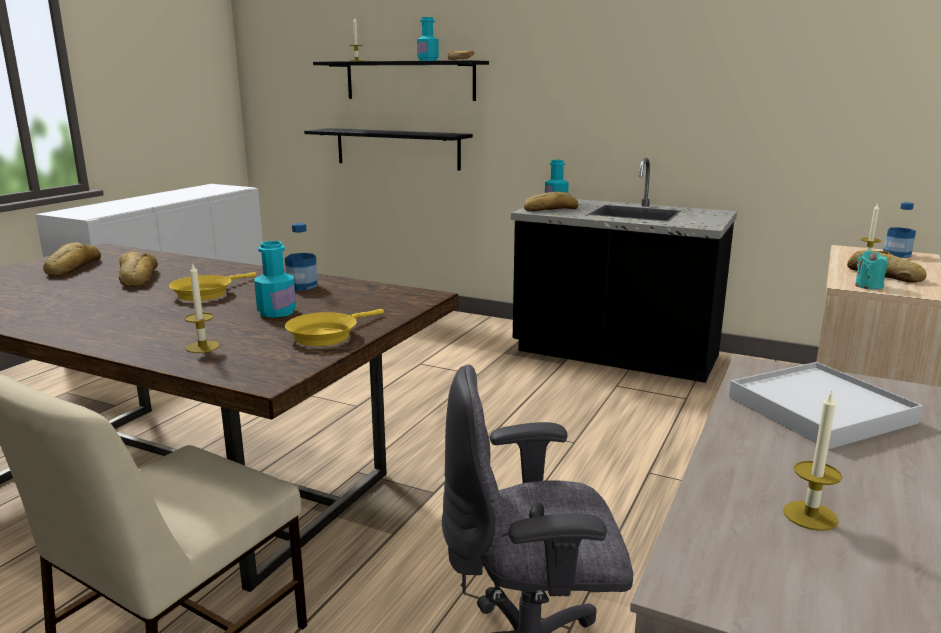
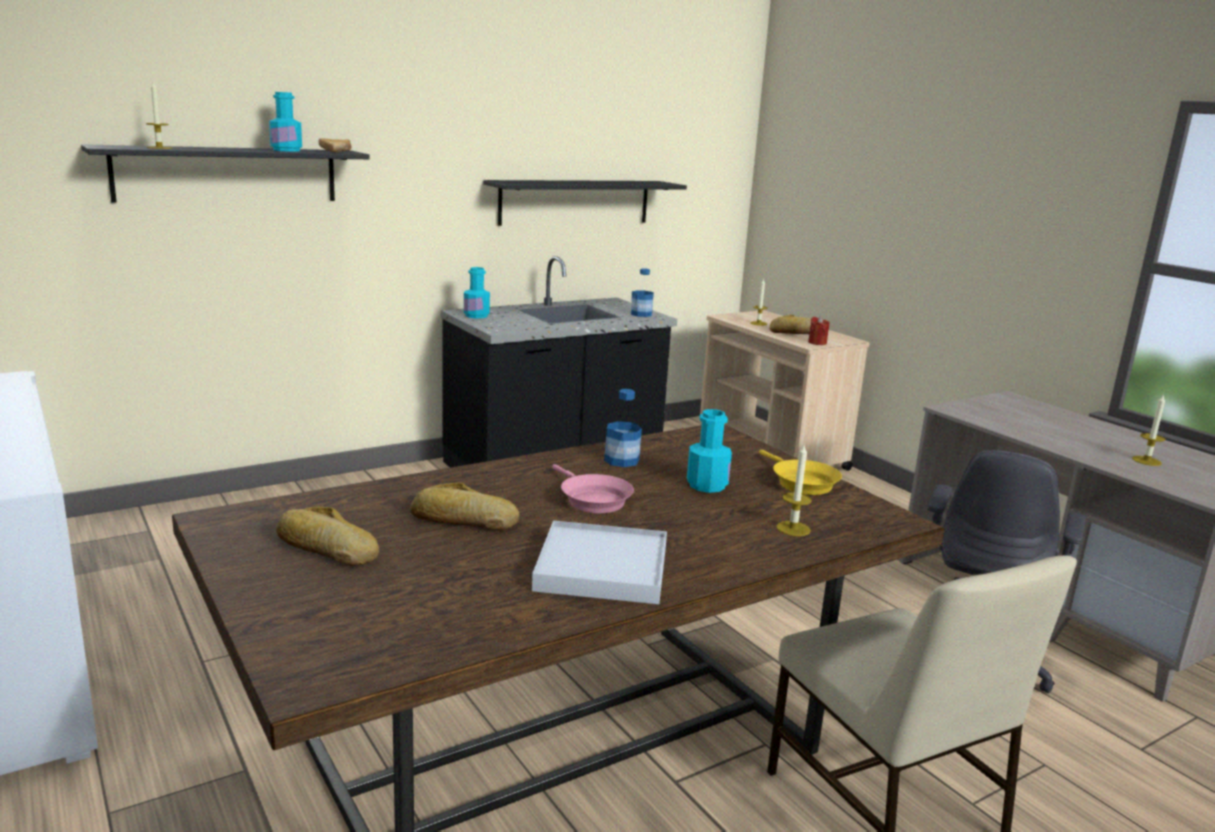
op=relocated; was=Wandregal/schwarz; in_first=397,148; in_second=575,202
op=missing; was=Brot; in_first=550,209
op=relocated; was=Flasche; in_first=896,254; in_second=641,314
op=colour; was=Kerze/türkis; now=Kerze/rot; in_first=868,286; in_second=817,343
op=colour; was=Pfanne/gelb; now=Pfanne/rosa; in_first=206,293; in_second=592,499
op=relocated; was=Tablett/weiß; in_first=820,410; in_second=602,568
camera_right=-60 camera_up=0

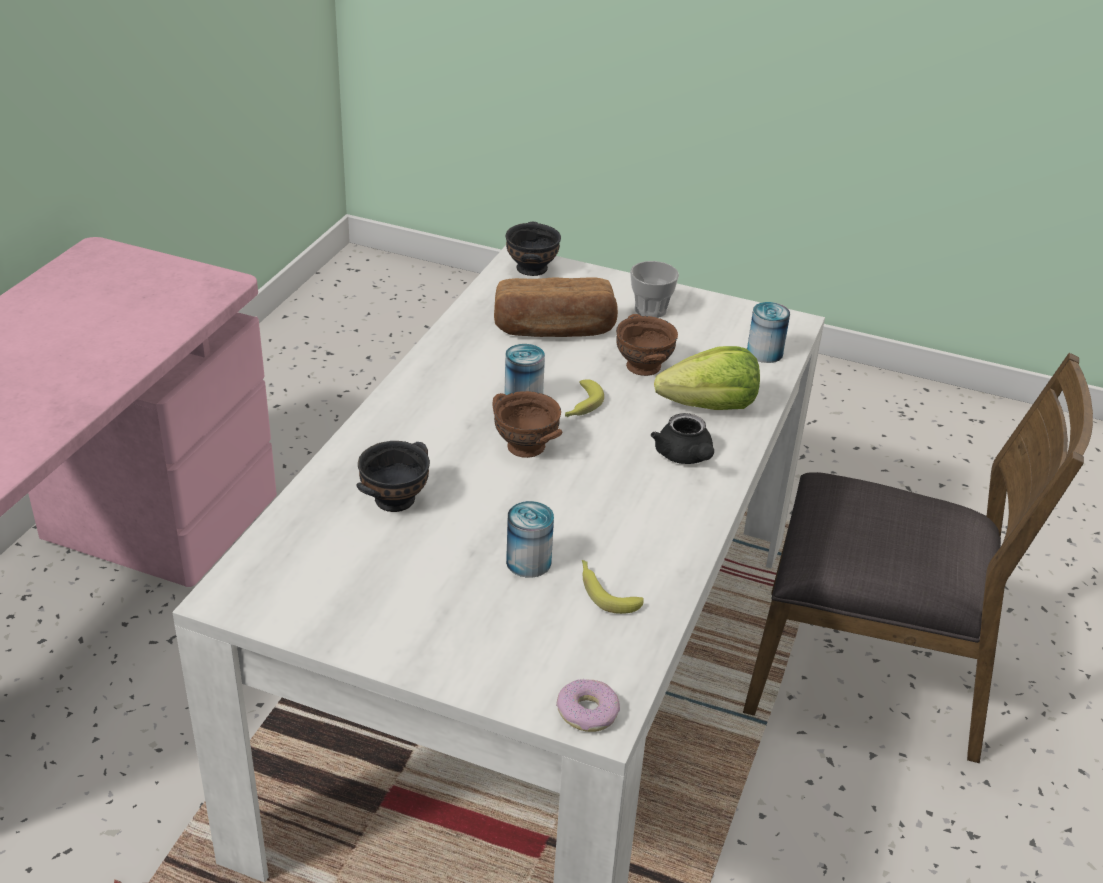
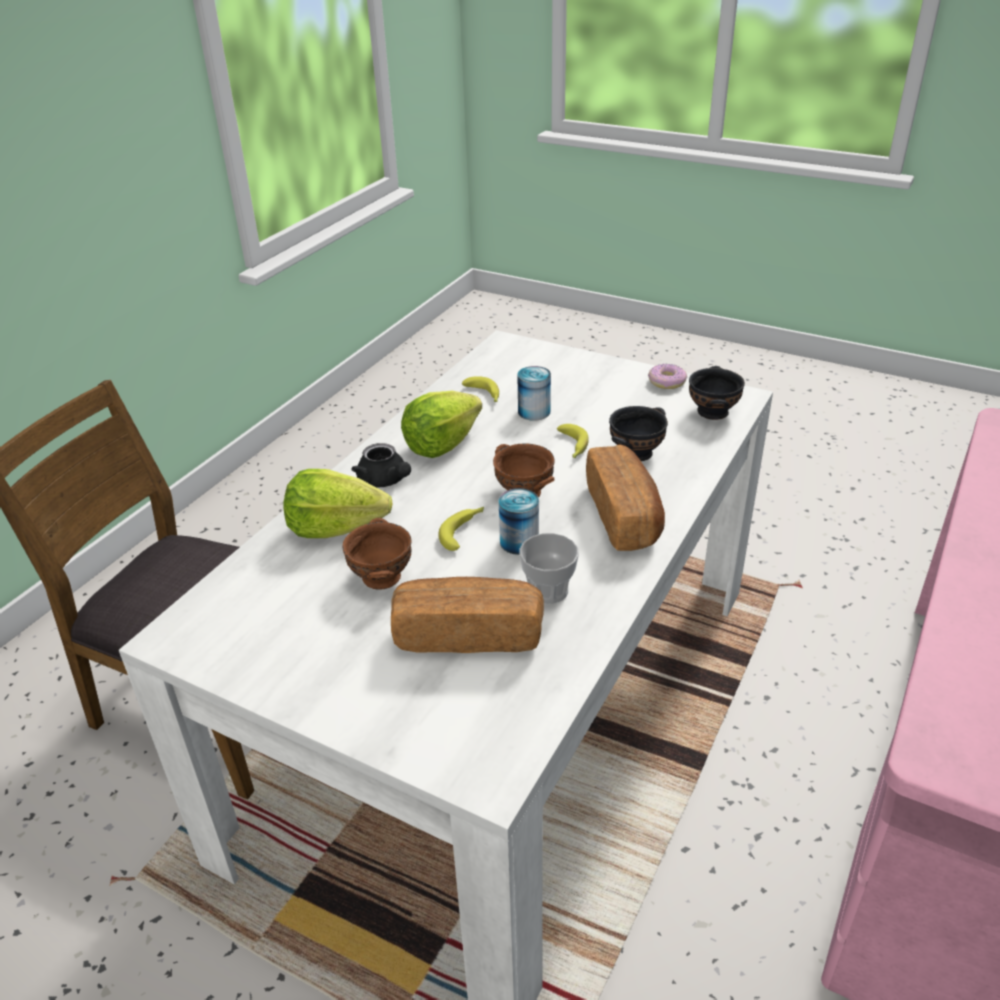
op=relocated; was=Schüssel/schwarz; in_first=531,269; in_second=713,411
op=relocated; was=Tasse; in_first=650,310; in_second=548,590
op=missing; was=Dose; in_first=764,353
op=spun; was=Teekanne/schwarz; in_first=685,457; in_second=385,481; clockwise=150
op=relocated; was=Donut; in_first=587,712; in_second=666,382
op=appeared; now=Salatkopf; in_second=441,444
op=appeared; now=Banane; in_second=572,447
op=appeared; now=Brot; in_second=624,515
camera_right=-170 camera_up=0

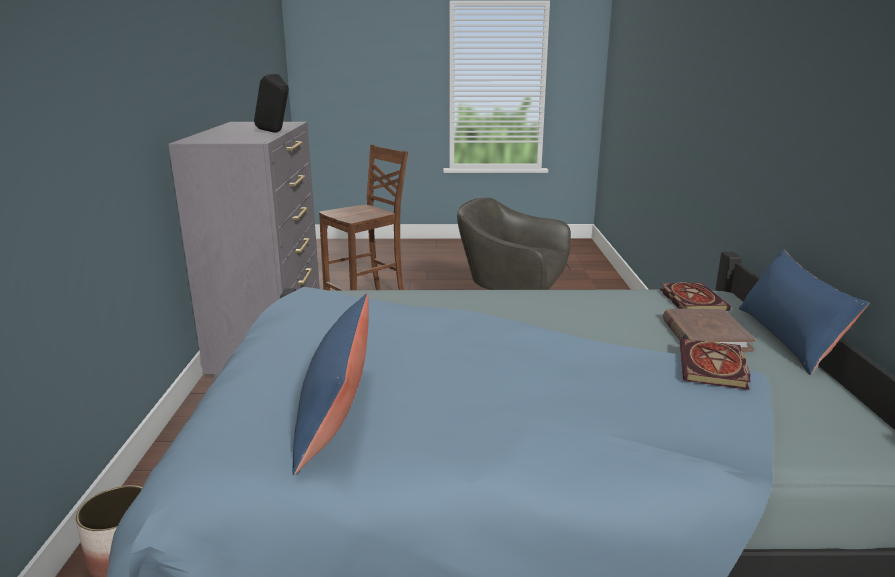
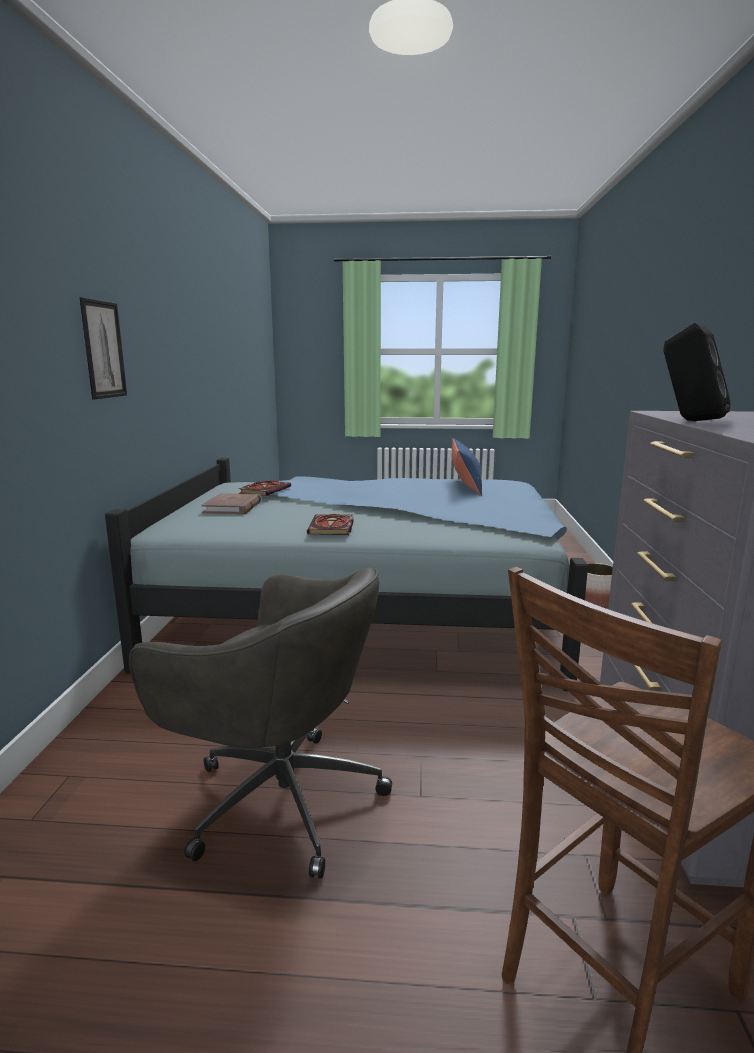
op=missing; was=Kissen/blau; in_first=788,338
op=relocated; was=Buch; in_first=690,299; in_second=332,528
op=appeared; now=Bild; in_second=103,349
camera_right=-175 camera_up=-5

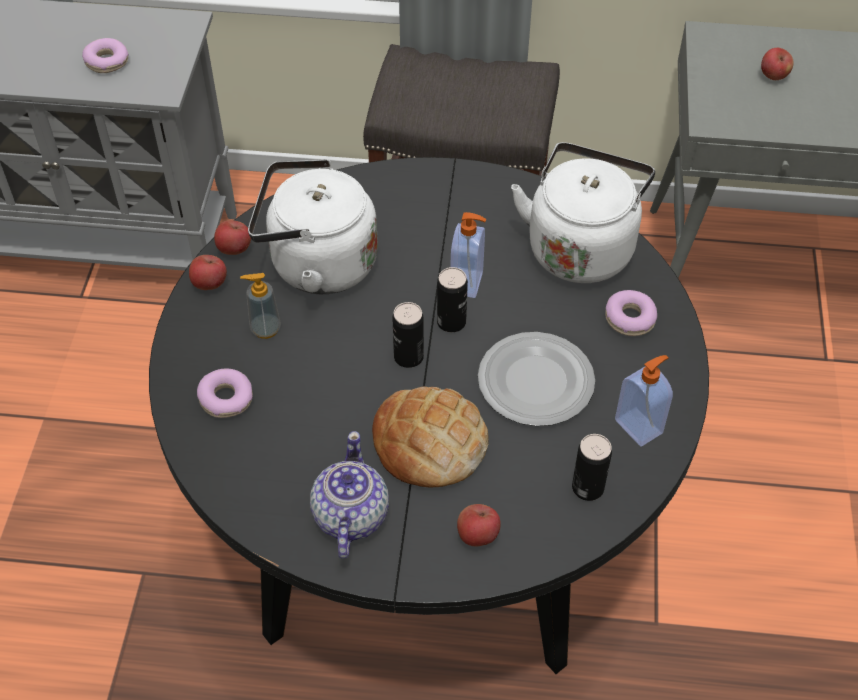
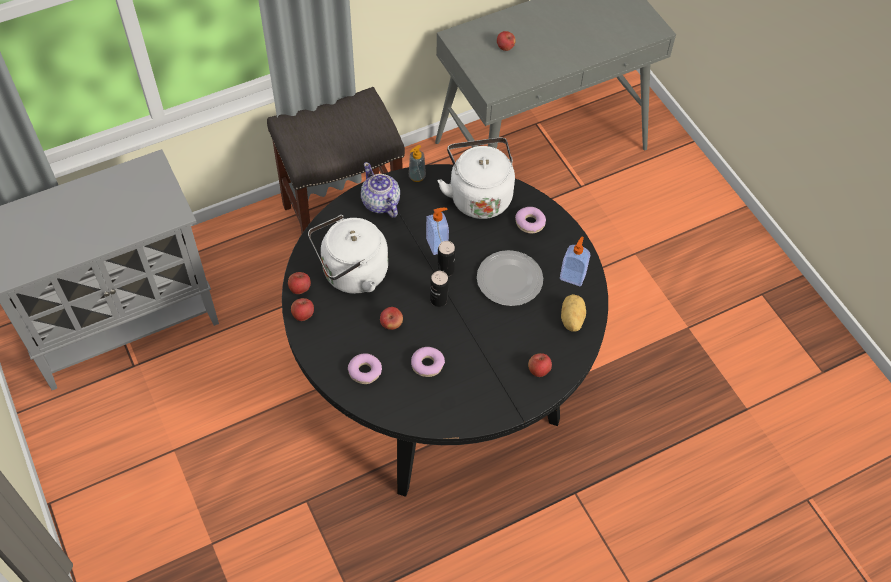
op=relocated; was=Donut; in_first=107,62; in_second=427,364
op=relocated; was=Seifenspender; in_first=265,329; in_second=417,176
op=missing; was=Brot; in_first=429,443
op=relocated; was=Teekanne; in_first=349,516; in_second=380,203
op=exchanged; was=Dose; now=Kartoffel; in_first=587,488; in_second=571,319
op=appeared; now=Apfel; in_second=391,324
camera_right=-35 camera_up=5

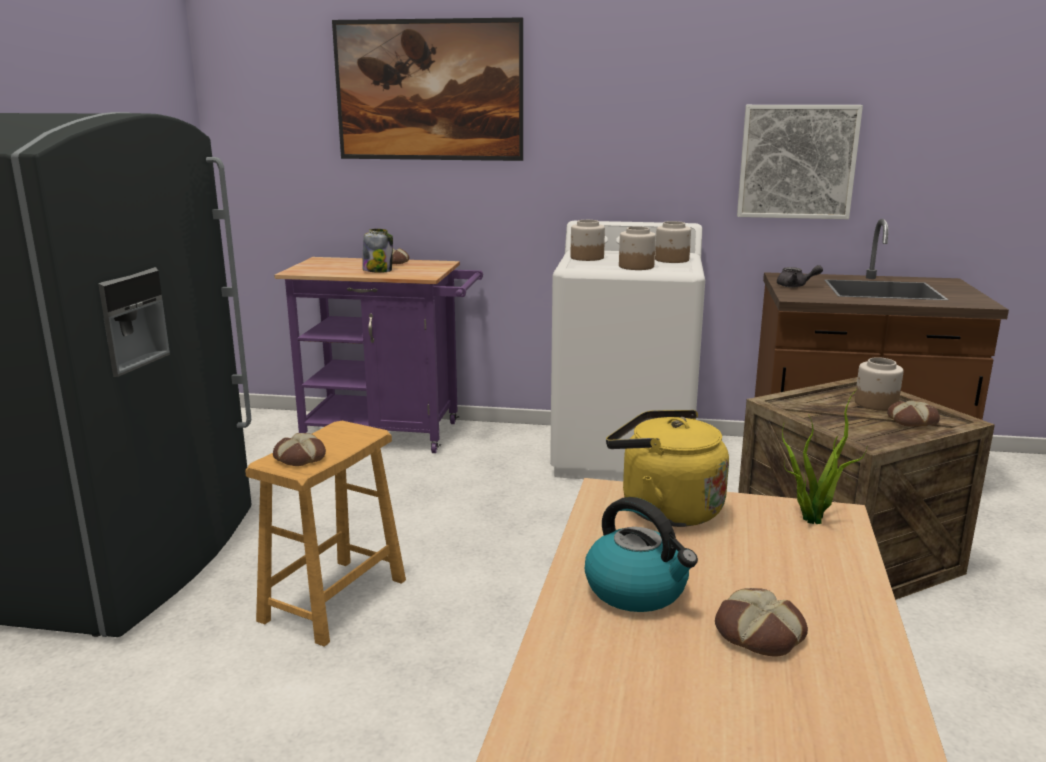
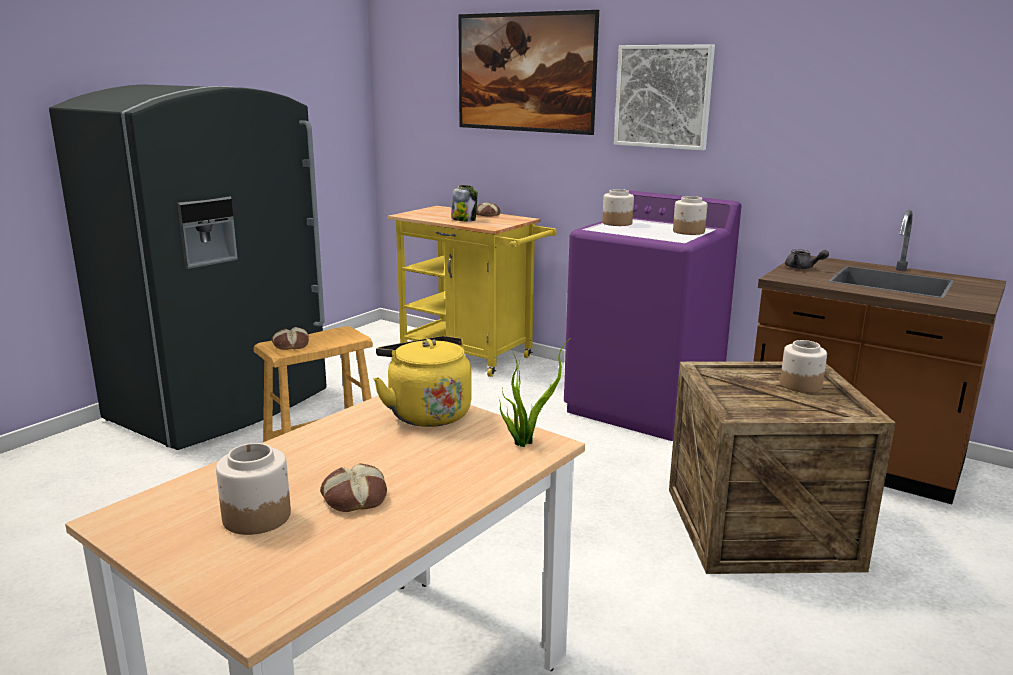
op=relocated; was=Bild; in_first=797,162; in_second=663,97
op=colour; was=Waschmaschine/weiß; now=Waschmaschine/lila; in_first=624,454; in_second=644,406
op=relocated; was=Vorratsglas; in_first=635,266; in_second=256,516
op=colour; was=Rollwagen/lila; now=Rollwagen/gelb; in_first=391,433; in_second=472,356
op=missing; was=Brot; in_first=912,420
op=missing; was=Wasserkessel; in_first=637,590
camera_right=25 camera_up=0

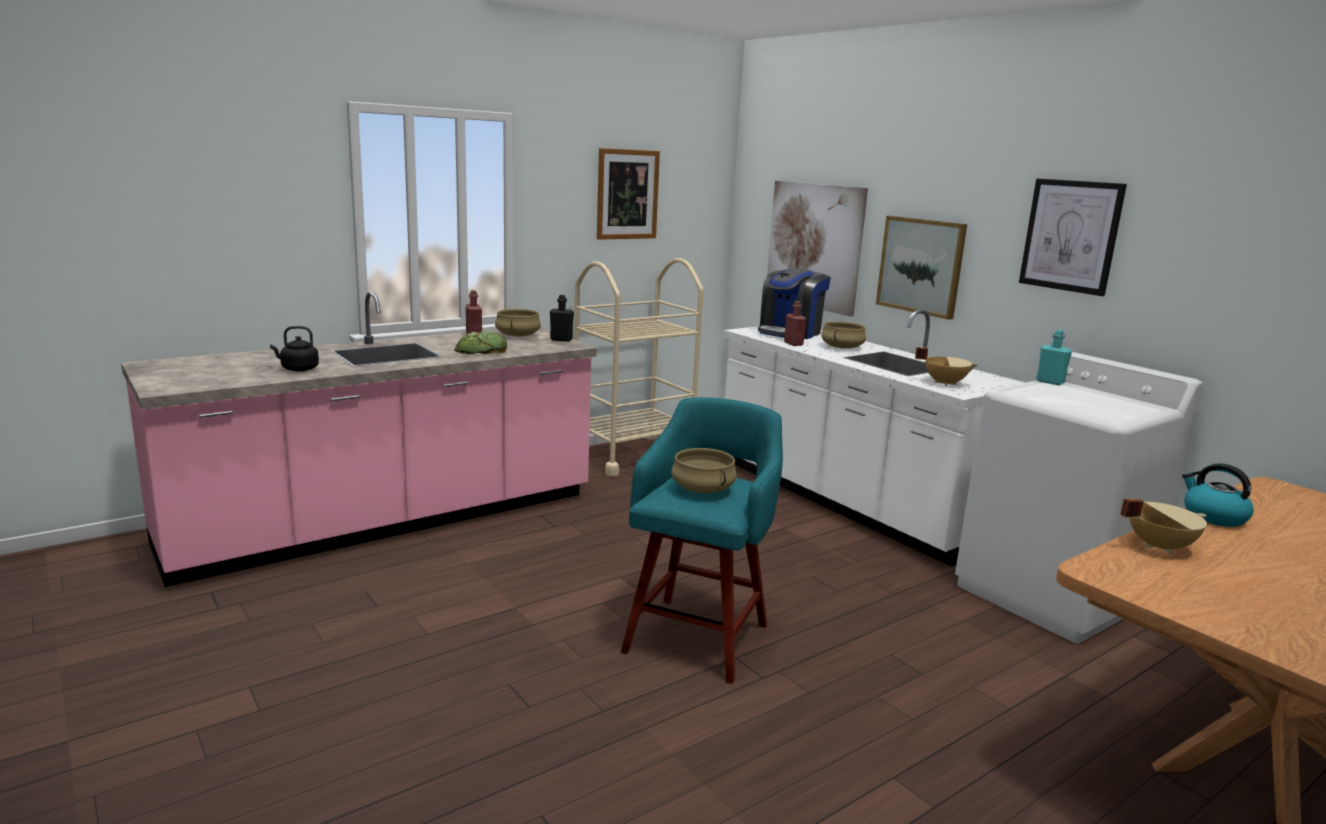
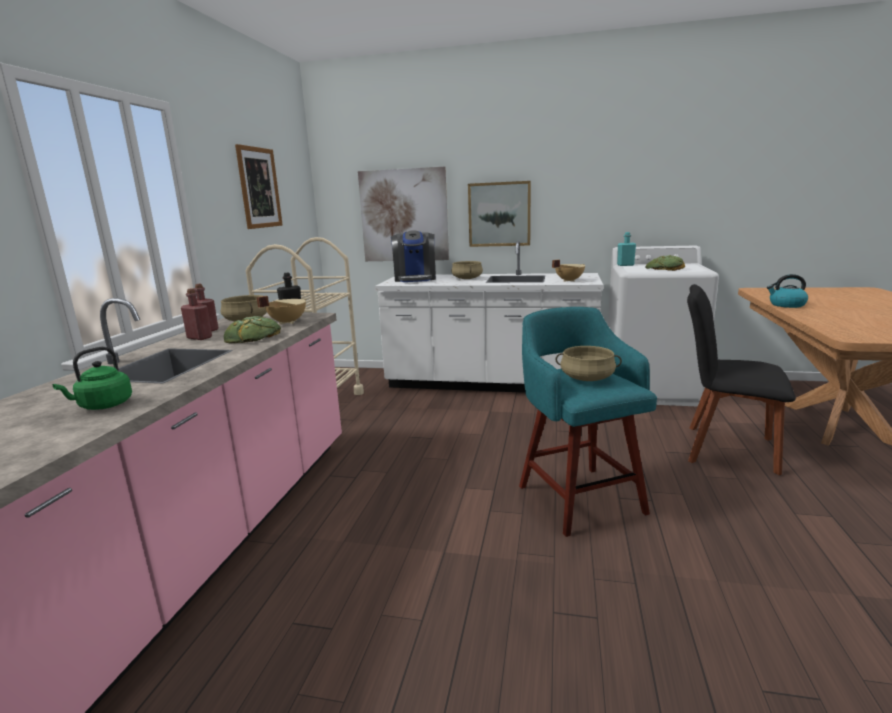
op=missing; was=Bild; in_first=1070,236
op=relocated; was=Flasche/rot; in_first=793,343; in_second=199,338
op=colour; was=Wasserkessel/schwarz; now=Wasserkessel/grün; in_first=298,369; in_second=103,406
op=relocated; was=Kochtopf/beige; in_first=1158,546; in_second=287,322
op=appeared; now=Brot; in_second=664,269
op=appeared; now=Stuhl/schwarz; in_second=724,448
camera_right=-40 camera_up=0

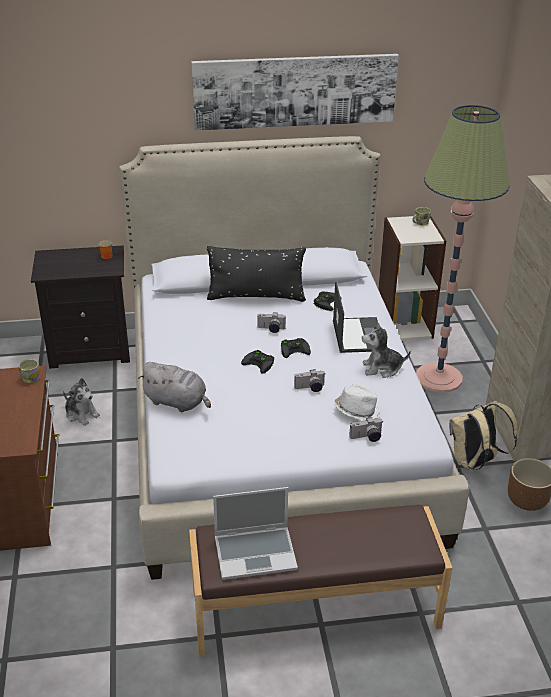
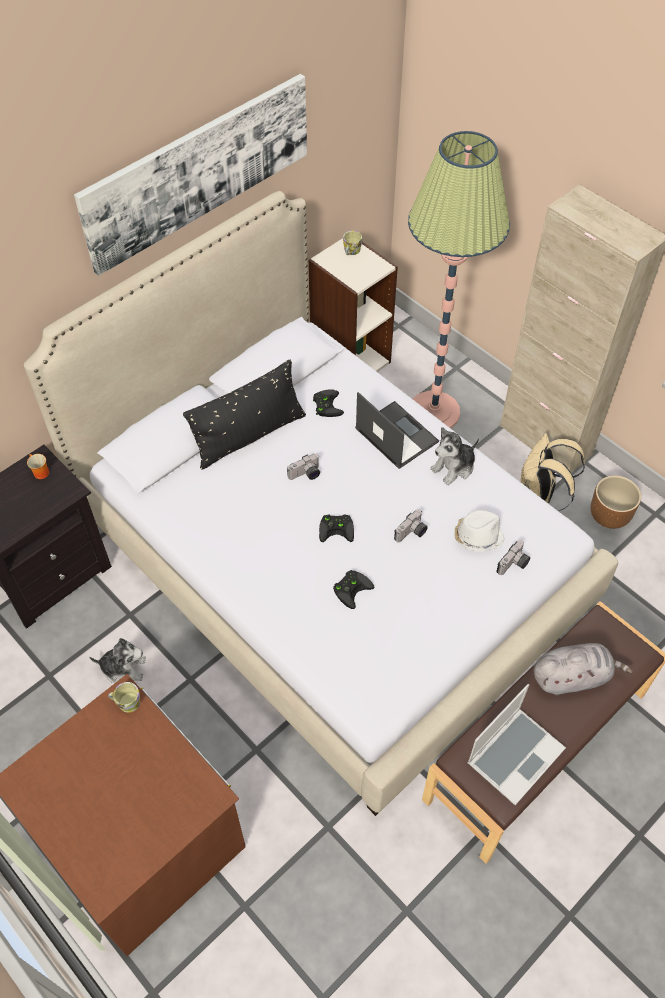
op=relocated; was=Gamepad/schwarz; in_first=295,349; in_second=352,588
op=relocated; was=Plüschtier/grau; in_first=177,402; in_second=572,677
camera_right=-35 camera_up=20

